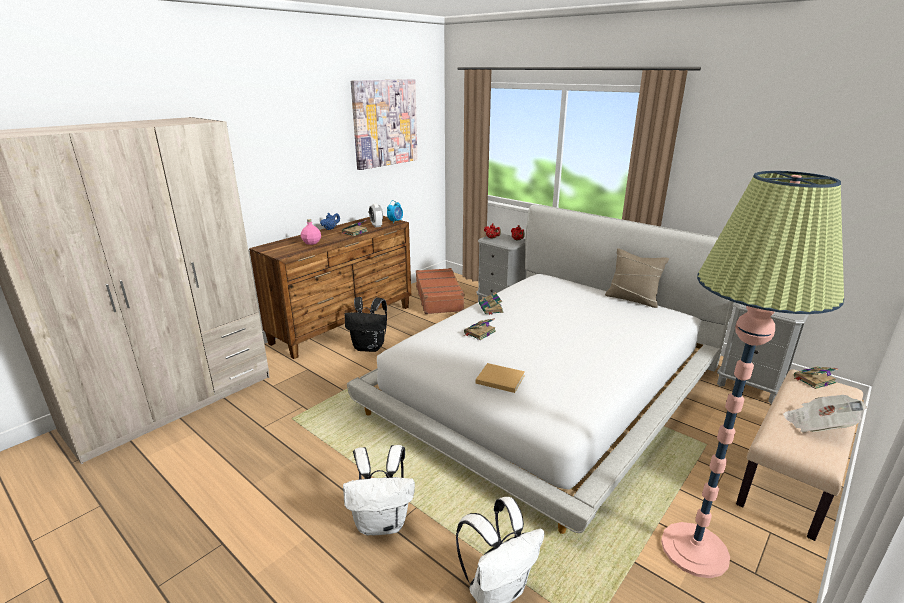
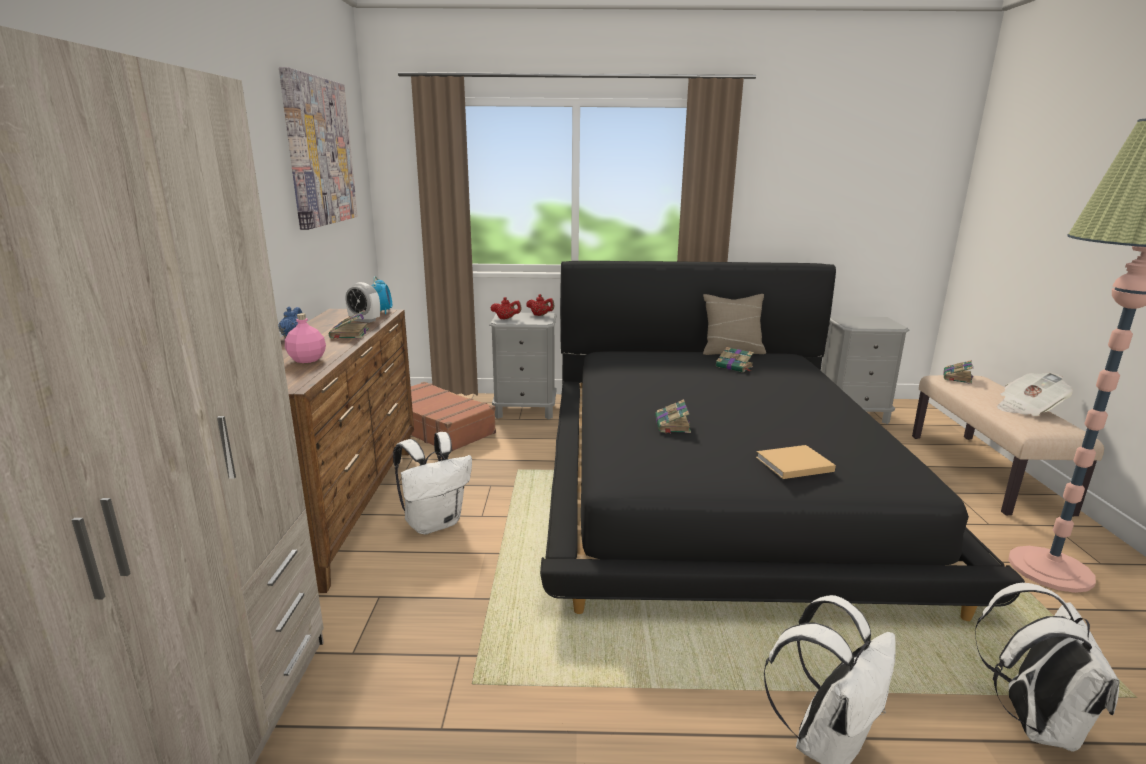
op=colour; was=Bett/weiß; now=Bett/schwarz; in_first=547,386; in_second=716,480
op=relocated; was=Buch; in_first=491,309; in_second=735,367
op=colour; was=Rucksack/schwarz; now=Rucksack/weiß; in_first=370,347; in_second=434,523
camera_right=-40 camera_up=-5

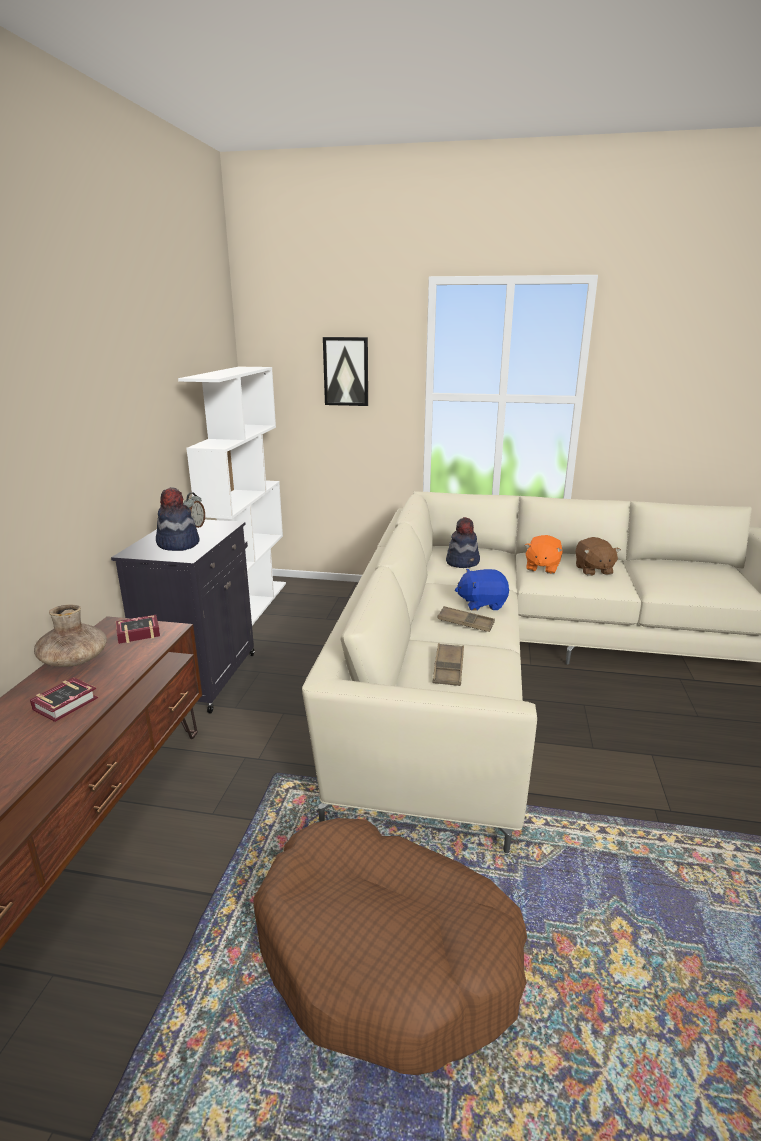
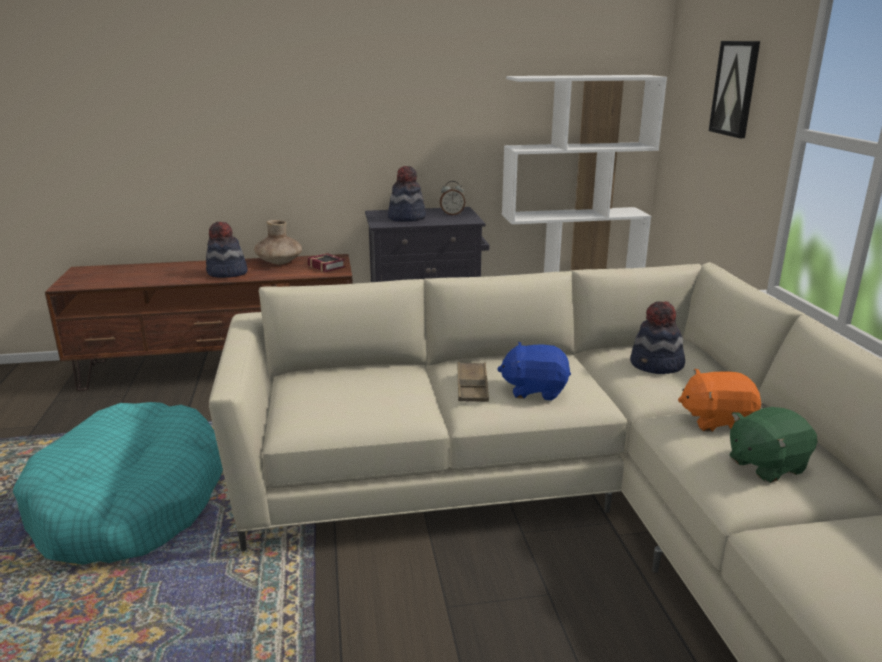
op=colour; was=Plüschtier/braun; now=Plüschtier/grün; in_first=593,570; in_second=765,465
op=spun; was=Plüschtier/blau; in_first=482,604; in_second=534,390; clockwise=-60
op=missing; was=Tablett/braun; in_first=448,668
op=exchanged; was=Buch; now=Hut; in_first=68,703; in_second=227,273
op=colour; was=Hundebett/braun; now=Hundebett/türkis; in_first=386,954; in_second=130,503
camera_right=70 camera_up=0

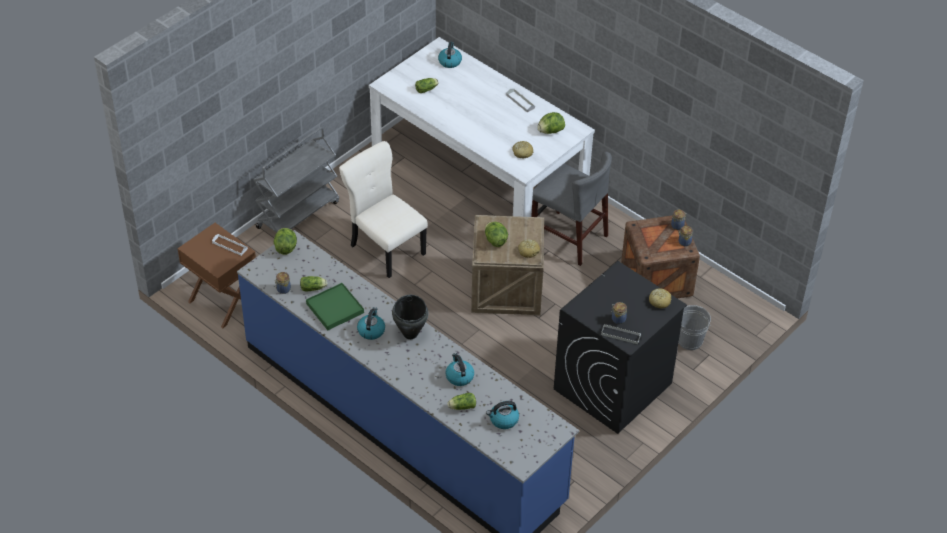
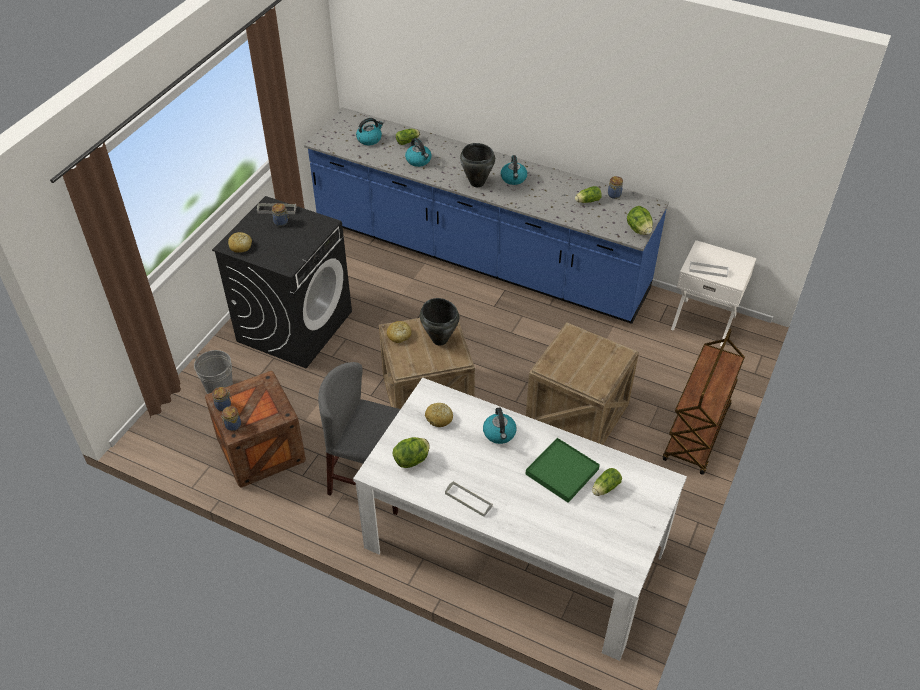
op=relocated; was=Wasserkessel; in_first=449,61; in_second=499,433
op=colour; was=Rollwagen/grau; now=Rollwagen/braun; in_first=298,214; in_second=697,434
op=exchanged; was=Stuhl/beige; now=Kiste; in_first=386,248; in_second=577,416
op=exchanged; was=Salatkopf; now=Kochtopf/schwarz; in_first=495,240; in_second=440,339
op=colour; was=Nachttisch/braun; now=Nachttisch/weiß; in_first=222,302; in_second=704,321
op=relocated; was=Tablett/grün; in_first=335,308; in_second=562,472
camera_right=165 camera_up=0

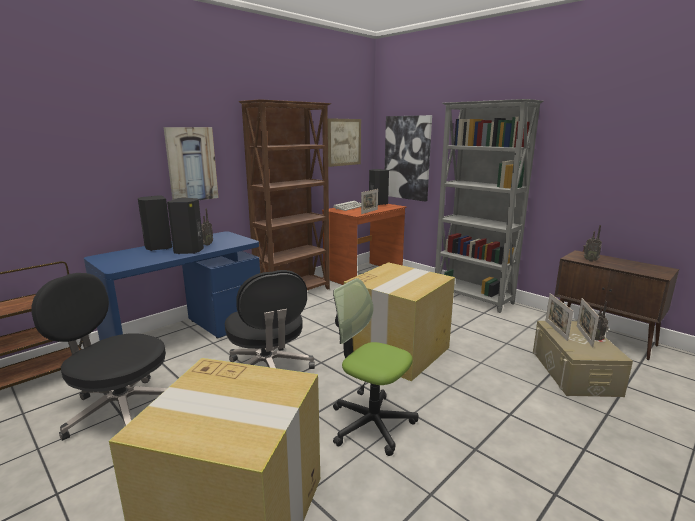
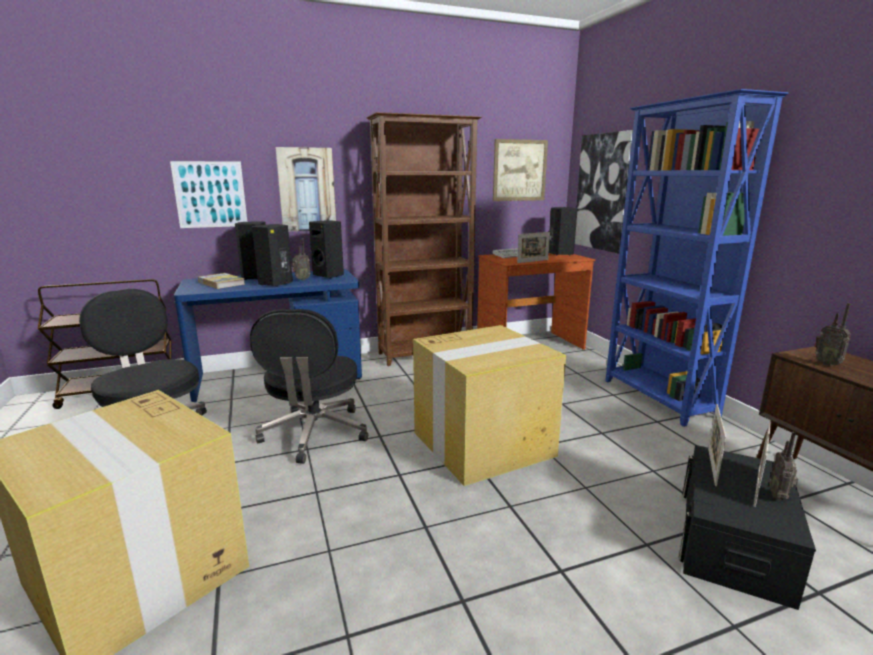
op=colour; was=Bücherregal/grau; now=Bücherregal/blau; in_first=472,298; in_second=658,399
op=missing; was=Bürostuhl; in_first=371,423
op=colour; was=Aufbewahrungsbox/beige; now=Aufbewahrungsbox/schwarz; in_first=574,372; in_second=734,542
op=appeared; now=Bild; in_second=210,194
op=appeared; now=Lautsprecher/schwarz; in_second=329,275
op=appeared; now=Buch; in_second=221,283
camera_right=25 camera_up=0

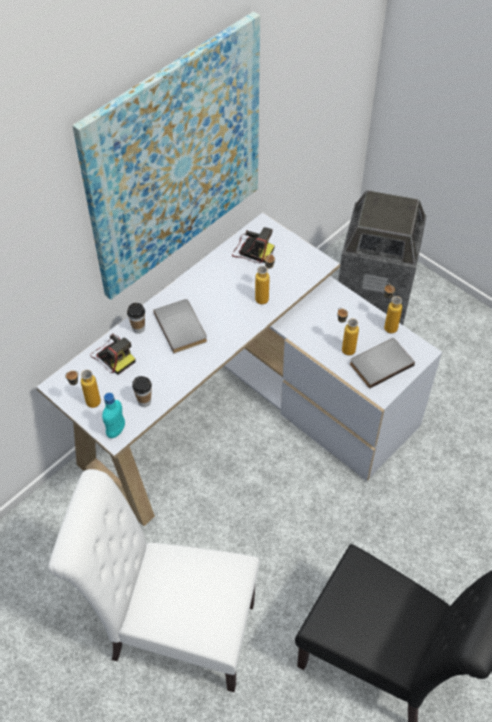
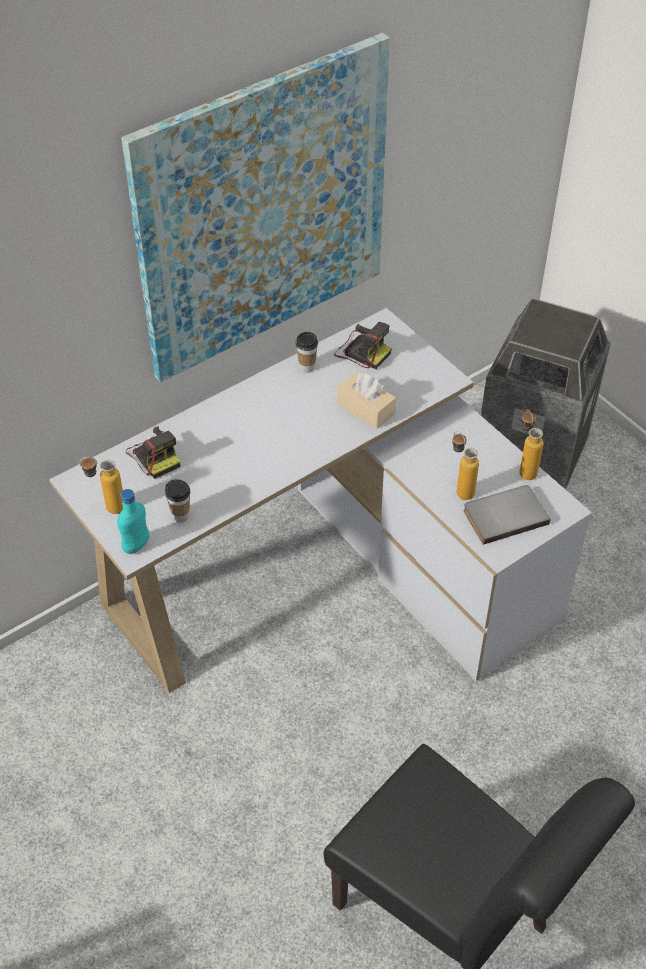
op=exchanged; was=Flasche; now=Taschentuchbox/beige; in_first=265,296; in_second=365,408
op=missing; was=Buch/grau; in_first=182,327
op=relocated; was=Tasse; in_first=138,328; in_second=307,367
op=missing; was=Stuhl/weiß; in_first=173,630
camera_right=10 camera_up=-5

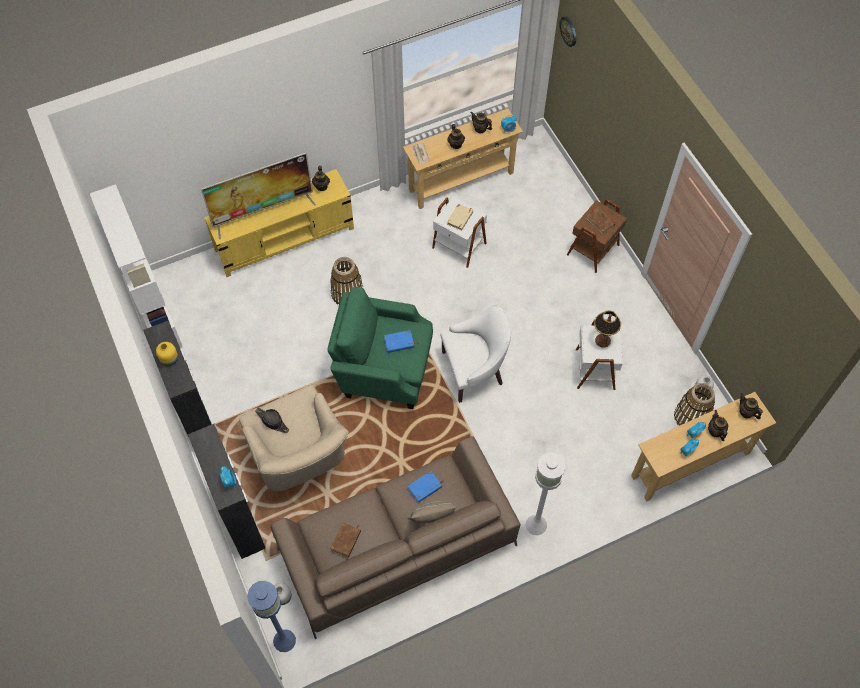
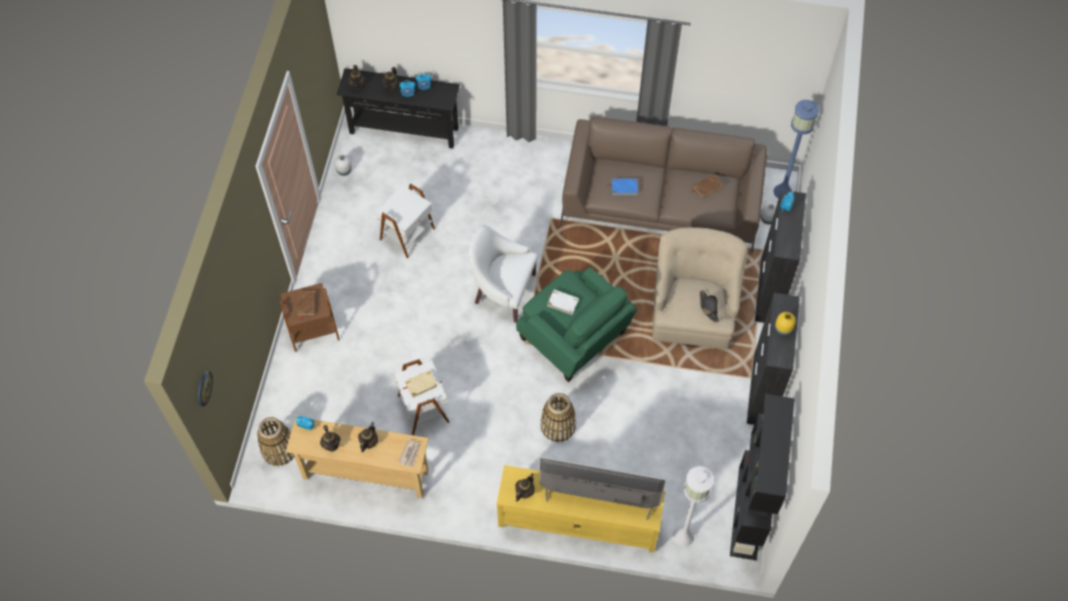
op=colour; was=Bücherregal/weiß; now=Bücherregal/schwarz; in_first=157,317; in_second=748,513
op=missing; was=Tischlampe; in_first=602,340
op=colour; was=Buch/blau; now=Buch/weiß; in_first=399,343; in_second=562,302
op=relocated; was=Korb; in_first=691,417; in_second=279,449
op=colour; was=Konsolentisch/beige; now=Konsolentisch/schwarz; in_first=691,465; in_second=404,130
op=relocated; was=Stehlampe/weiß; in_first=536,525; in_second=683,536
op=missing; was=Kissen/beige; in_first=431,519
camera_right=-145 camera_up=0

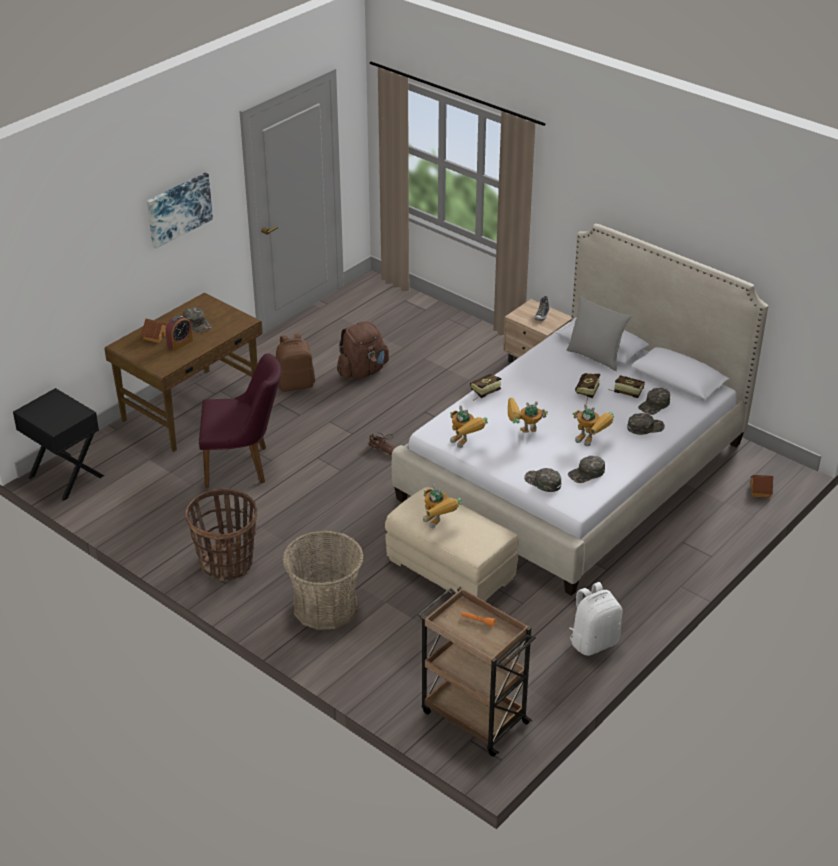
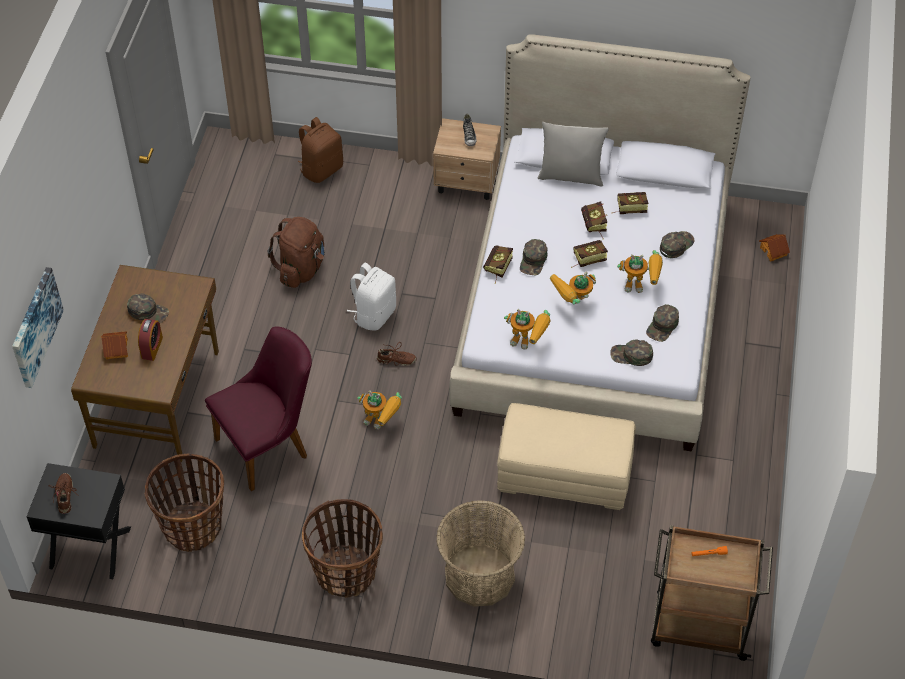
op=relocated; was=Bild; in_first=178,209; in_second=35,327
op=relocated; was=Rucksack/braun; in_first=295,384; in_second=321,169
op=relocated; was=Kappe/grün; in_first=654,405; in_second=533,260
op=relocated; was=Spielzeugroboter; in_first=439,524; in_second=381,422
op=relocated; was=Rucksack/weiß; in_first=593,642; in_second=374,314
op=appeared; now=Buch; in_second=586,259
op=appeared; now=Korb; in_second=193,527
op=appeared; now=Schuh/braun; in_second=65,496
camera_right=-30 camera_up=15

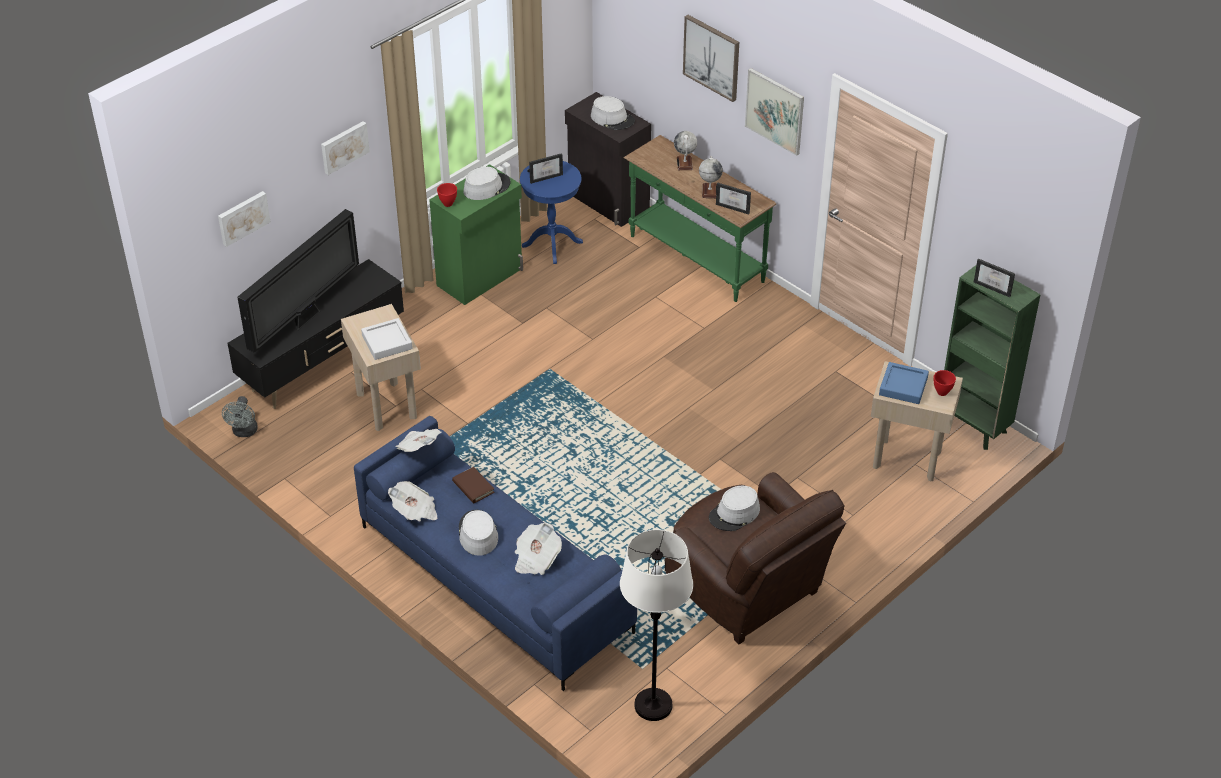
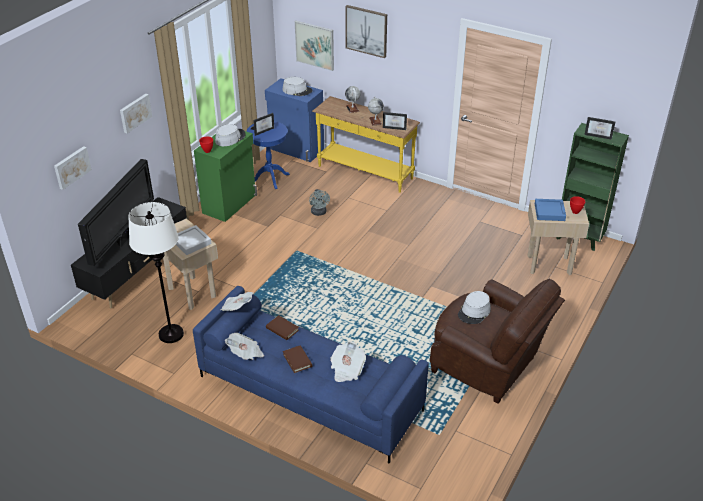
op=relocated; was=Bild; in_first=775,111; in_second=314,45
op=colour; was=Schrank/schwarz; now=Schrank/blau; in_first=608,202; in_second=296,150
op=colour; was=Konsolentisch/grün; now=Konsolentisch/gelb; in_first=695,259; in_second=364,173
op=relocated; was=Ventilator/grau; in_first=244,432; in_second=319,213
op=exchanged; was=Hut/grau; now=Buch/braun; in_first=477,533; in_second=297,360
op=relocated; was=Stehlampe/weiß; in_first=653,705; in_second=171,334
camera_right=-15 camera_up=-5

